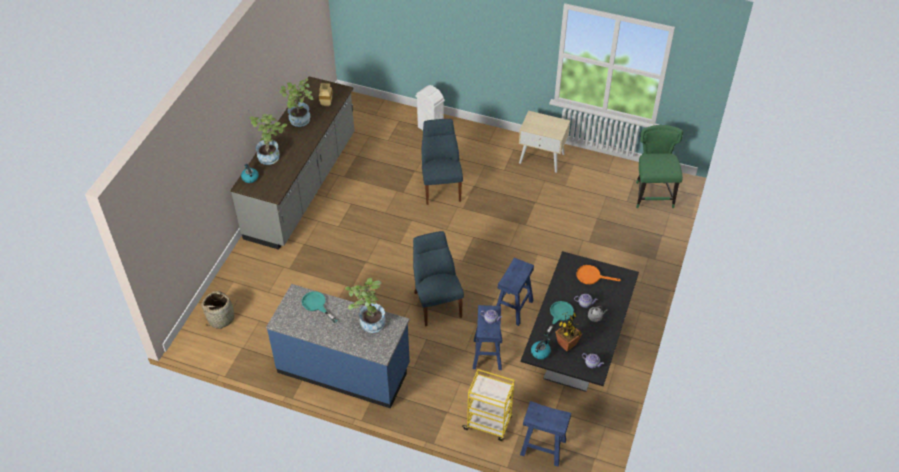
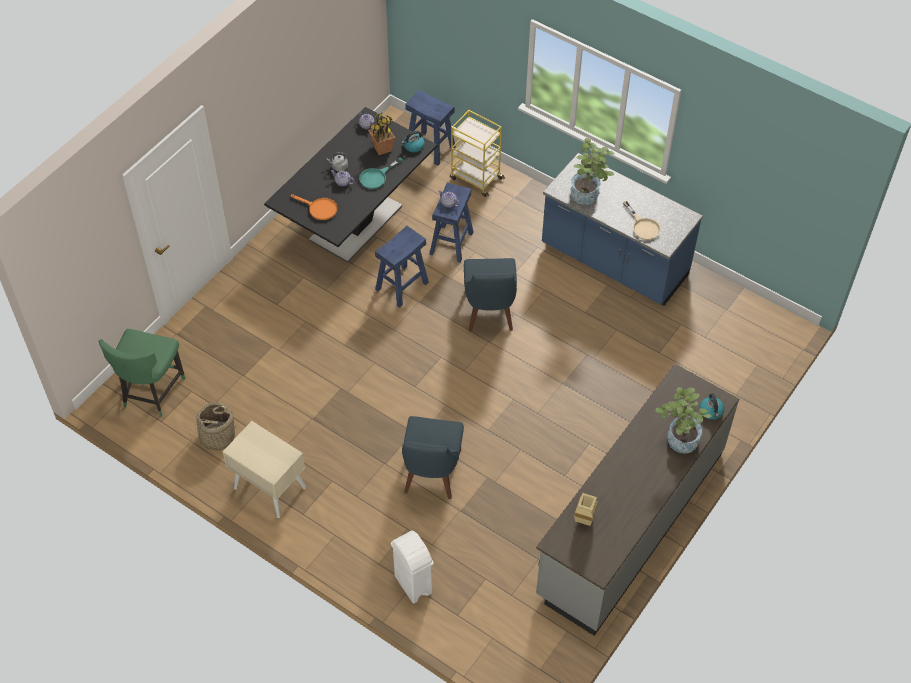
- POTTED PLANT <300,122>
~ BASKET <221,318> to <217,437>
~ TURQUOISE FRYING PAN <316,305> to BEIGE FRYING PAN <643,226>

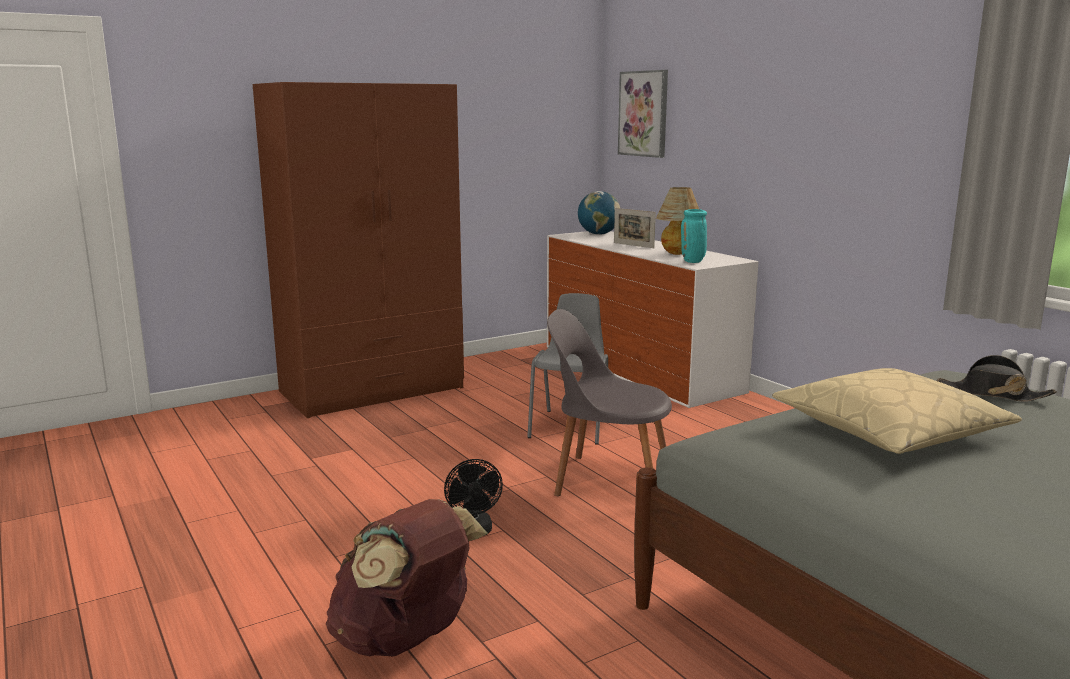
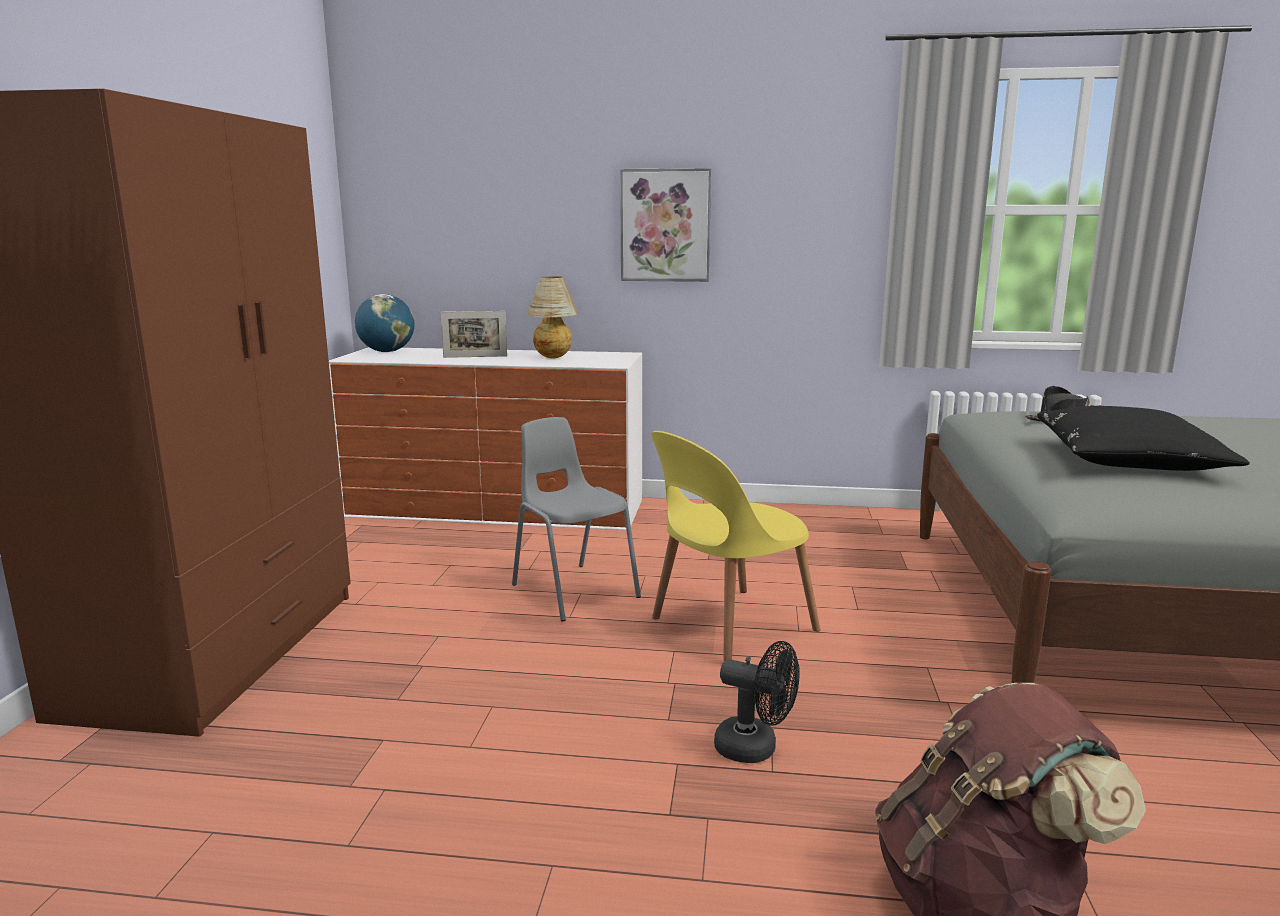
- TURQUOISE VASE <693,262>
~ PICTURE <643,113> to <665,225>
~ GREY CHAIR <608,480> to YELLOW CHAIR <728,626>
~ BEIGE PILLOW <889,431> to BLACK PILLOW <1128,459>

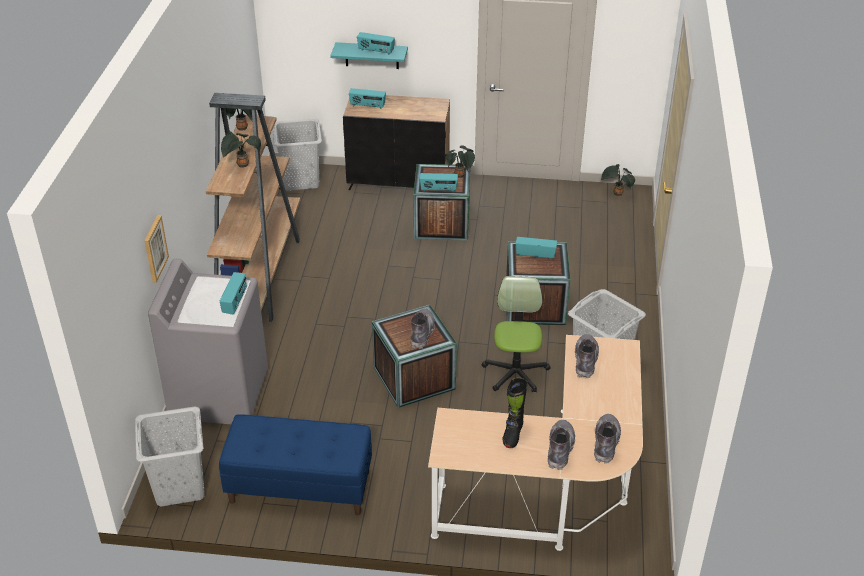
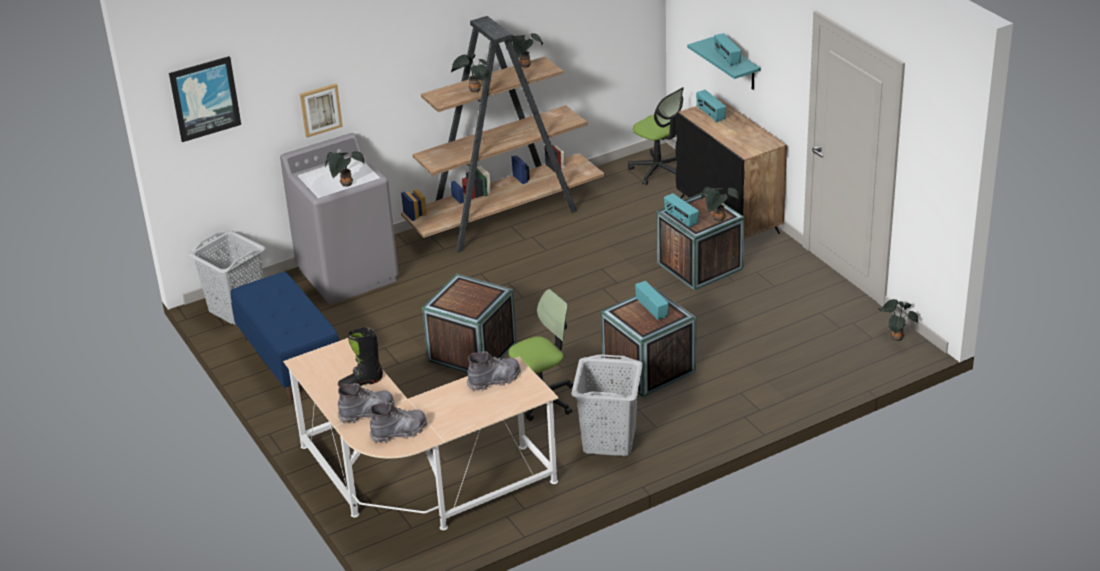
- GREY BOOT <422,333>
+ PICTURE <204,98>
~ RADIO <235,302> to POTTED PLANT <346,185>
~ GREY LAUNDRY BASKET <301,180> to OFFICE CHAIR <658,170>

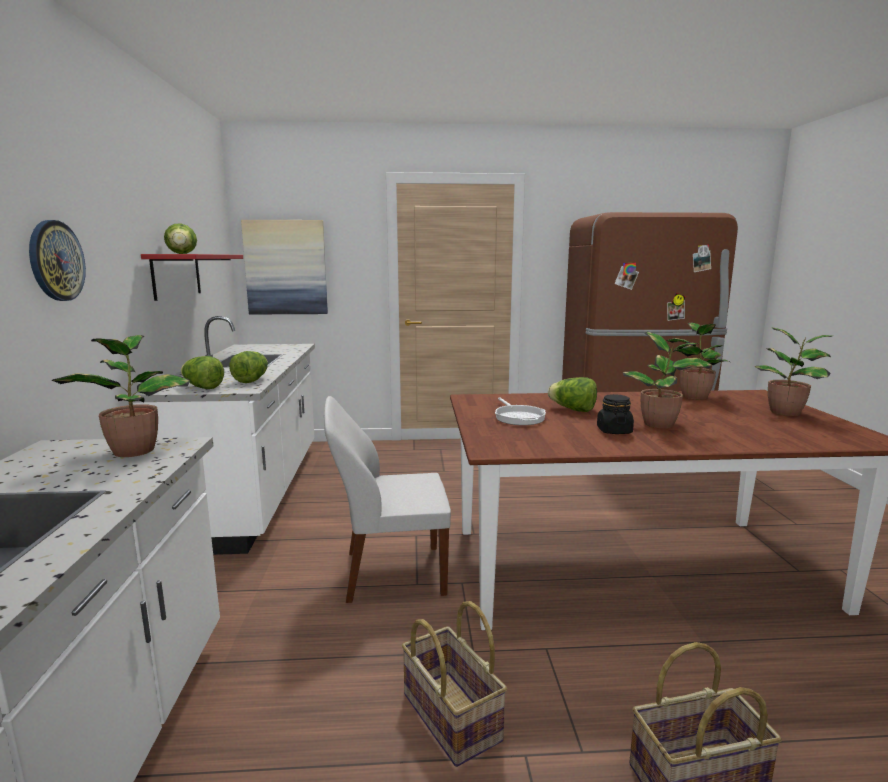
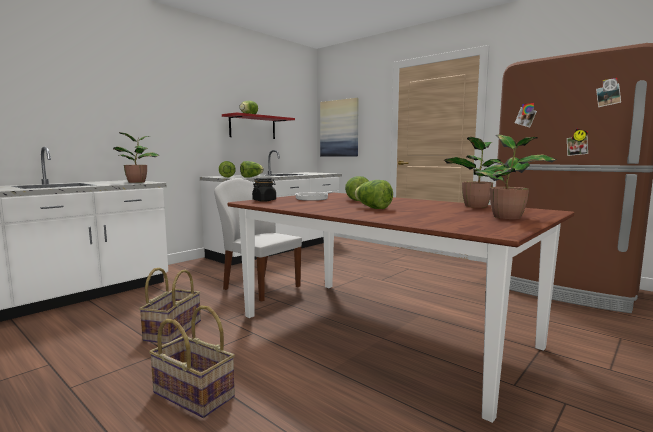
- WALL CLOCK <56,261>
~ BLACK JAR <614,431> to <264,200>
~ POTTED PLANT <661,424> to LETTUCE <372,208>

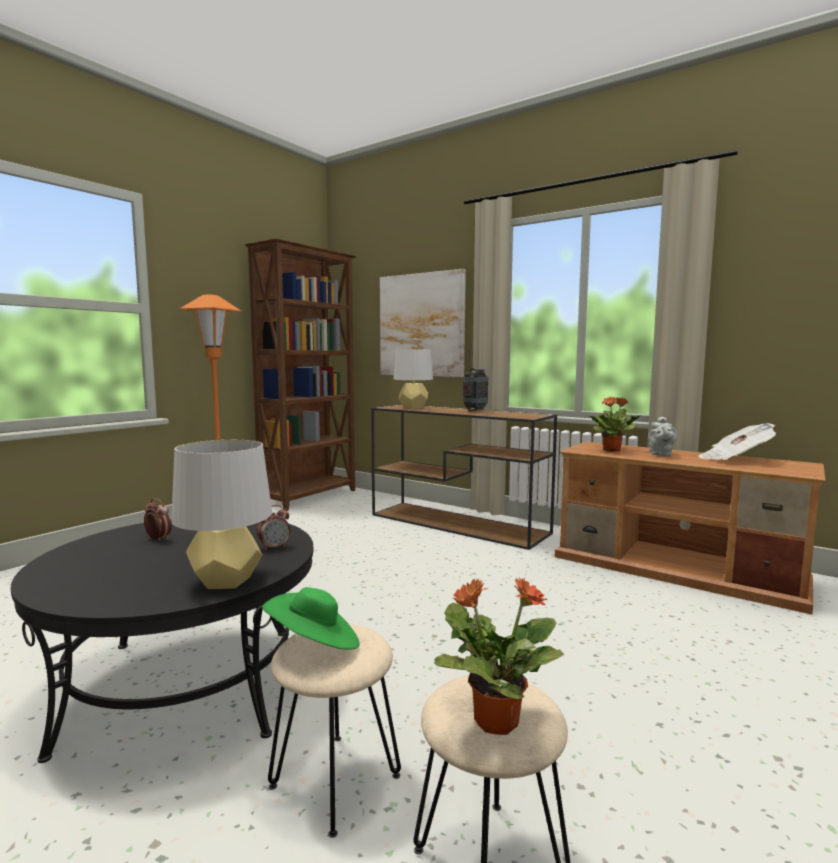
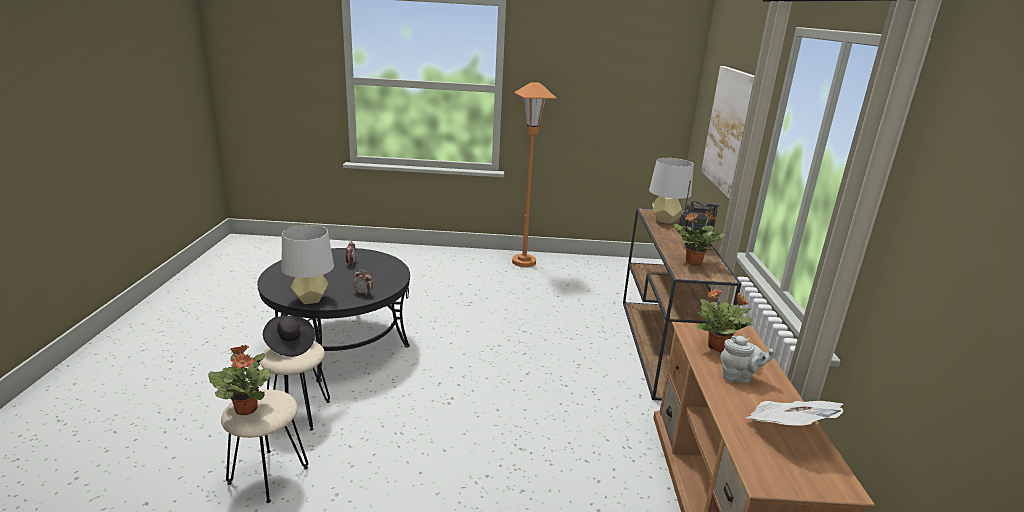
- BROWN BOOKCASE <310,497>
+ POTTED PLANT <692,262>
~ GREEN HAT <314,644> to BLACK HAT <289,345>
~ GREY TEAPOT <660,454> = <739,377> 150 degrees counterclockwise

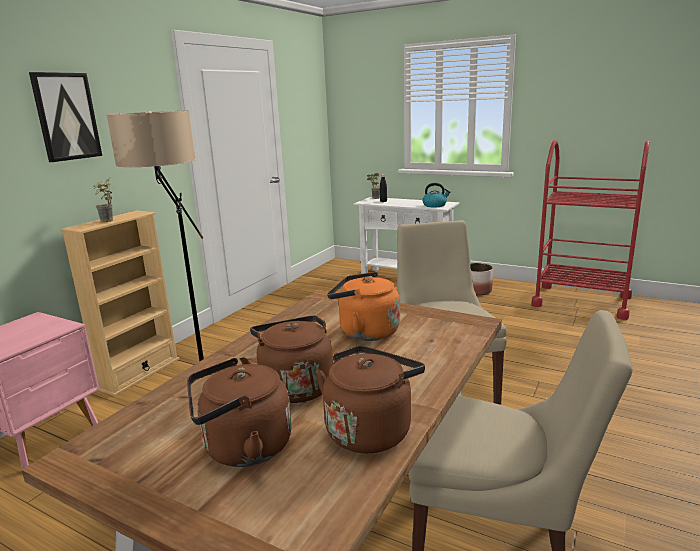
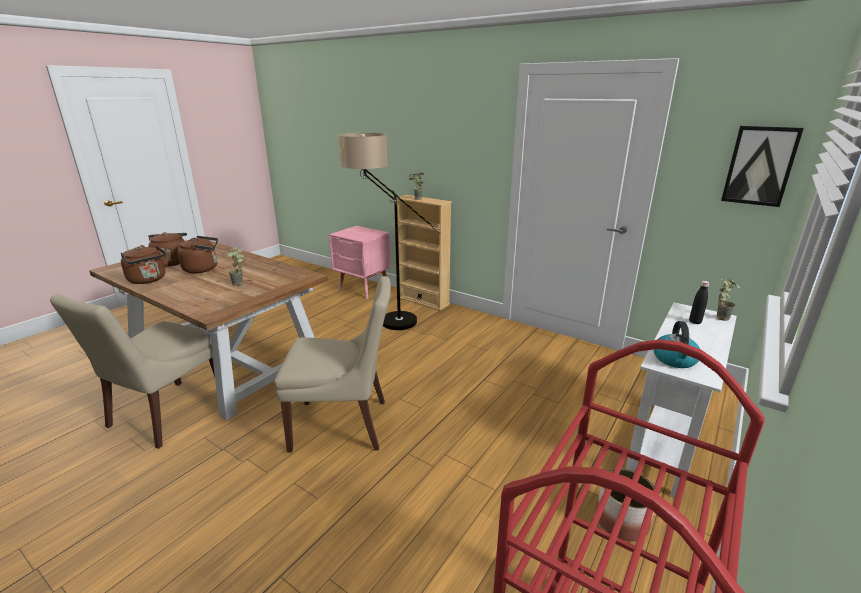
~ PICTURE <66,116> to <760,166>
~ ORANGE KETTLE <365,332> to POTTED PLANT <240,284>

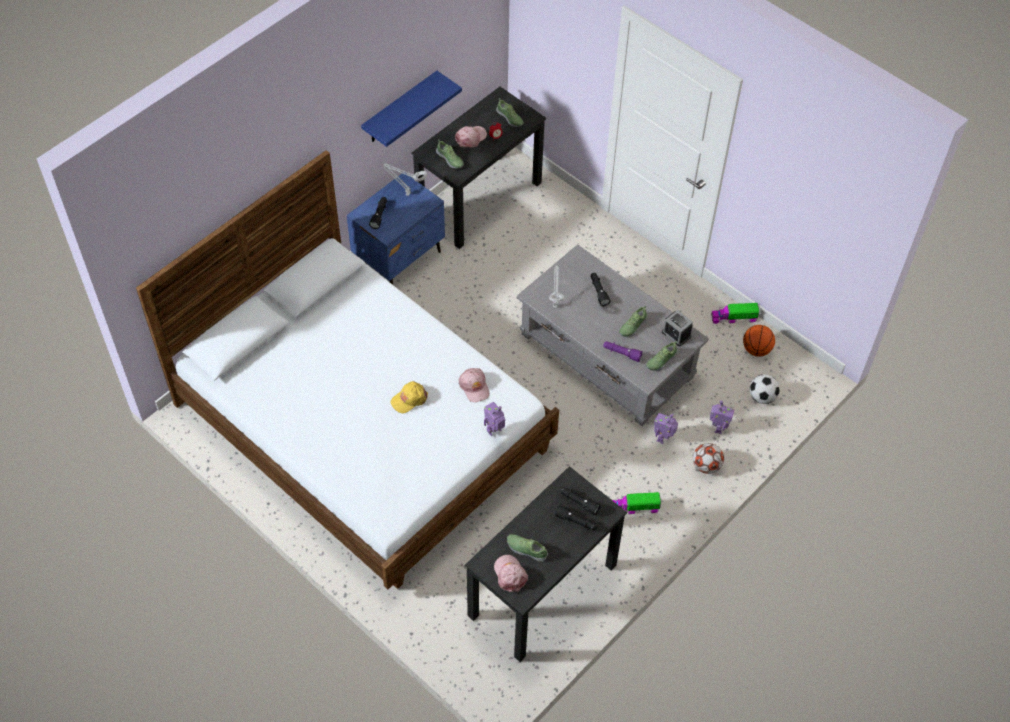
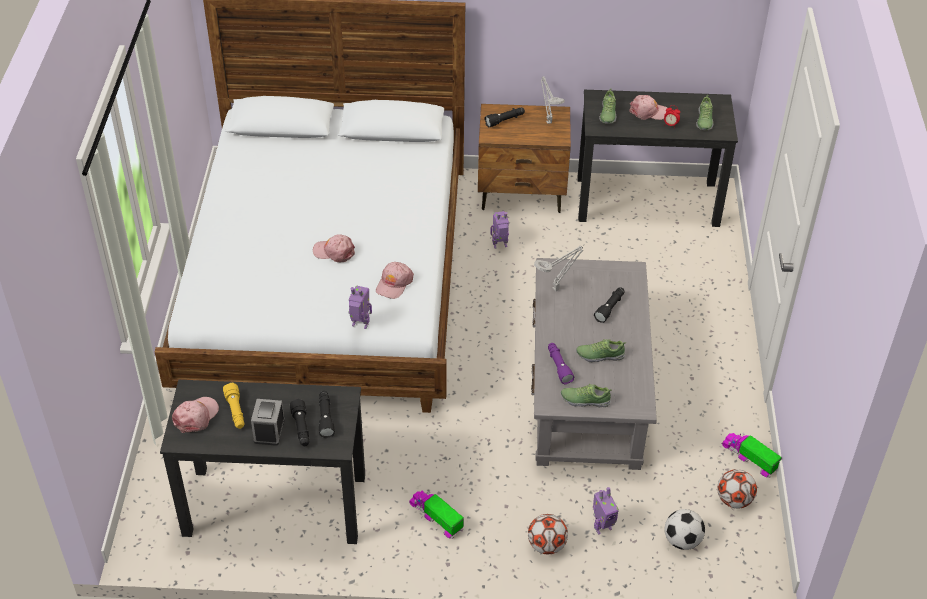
- BLUE SHELF <400,108>
~ TOY ROBOT <663,438> to <500,245>
~ ALARM CLOCK <676,334> to <269,430>
~ SHOE <526,549> to YELLOW FLASHLIGHT <236,411>
~ BASKETBALL <756,350> to FOOTBALL <734,500>
~ BLUE NIGHTSTAND <400,258> to BROWN NIGHTSTAND <522,193>
~ YELLOW CAP <409,399> to PINK CAP <334,252>

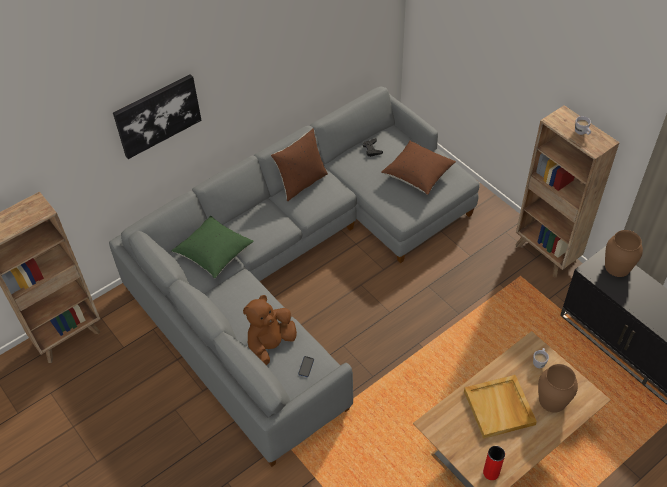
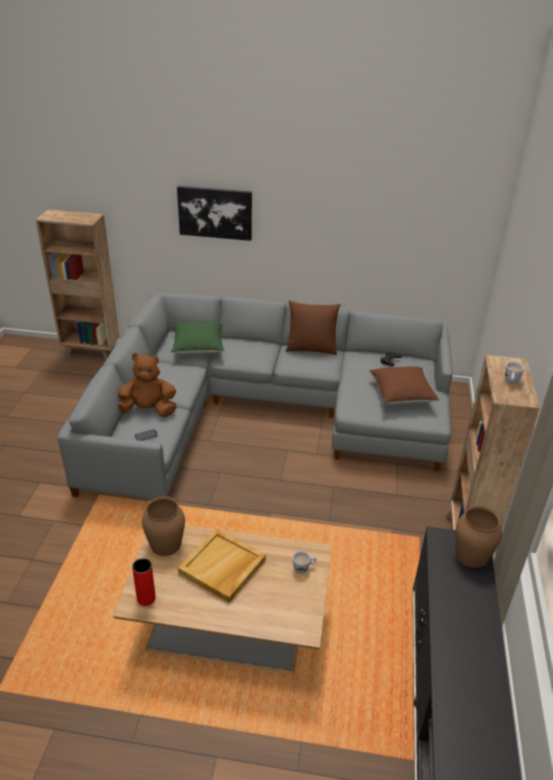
~ BROWN VASE <552,400> to <165,544>

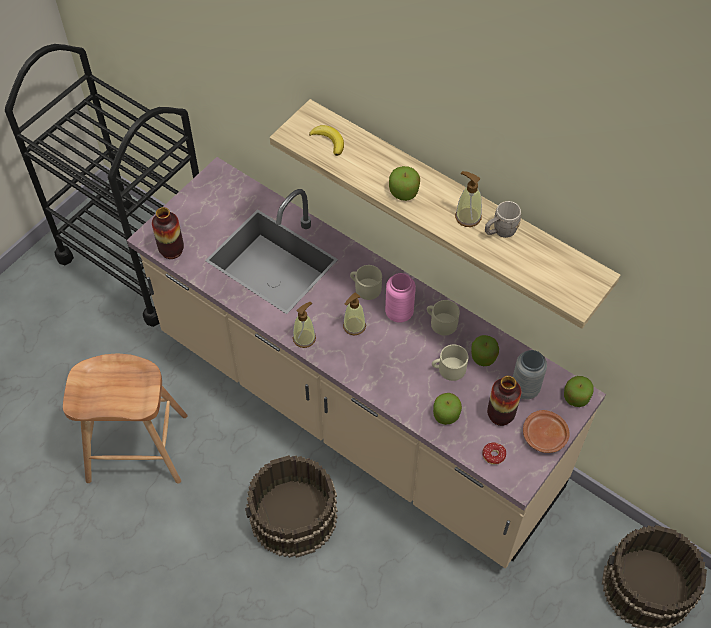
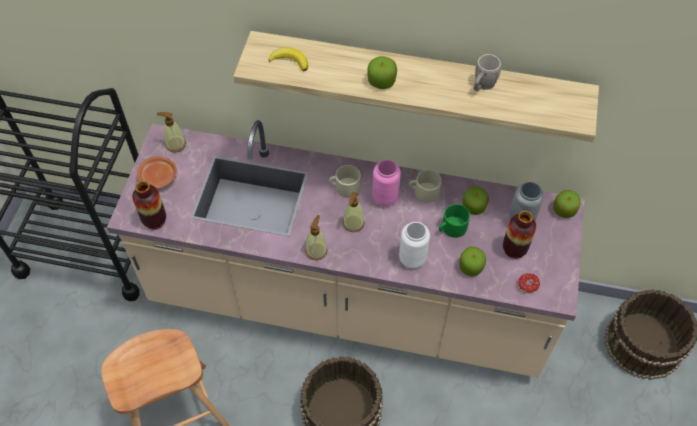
+ WHITE VASE <412,259>
~ SOAP DISPENSER <467,217> to <175,144>
~ BROWN PLATE <544,436> to <158,177>
~ BEIGE MUG <448,369> to GREEN MUG <451,228>

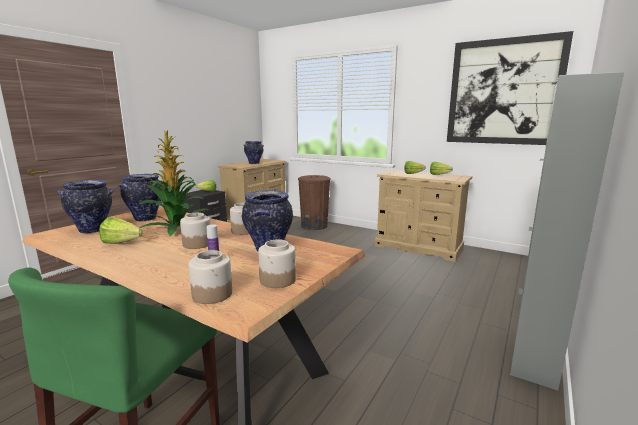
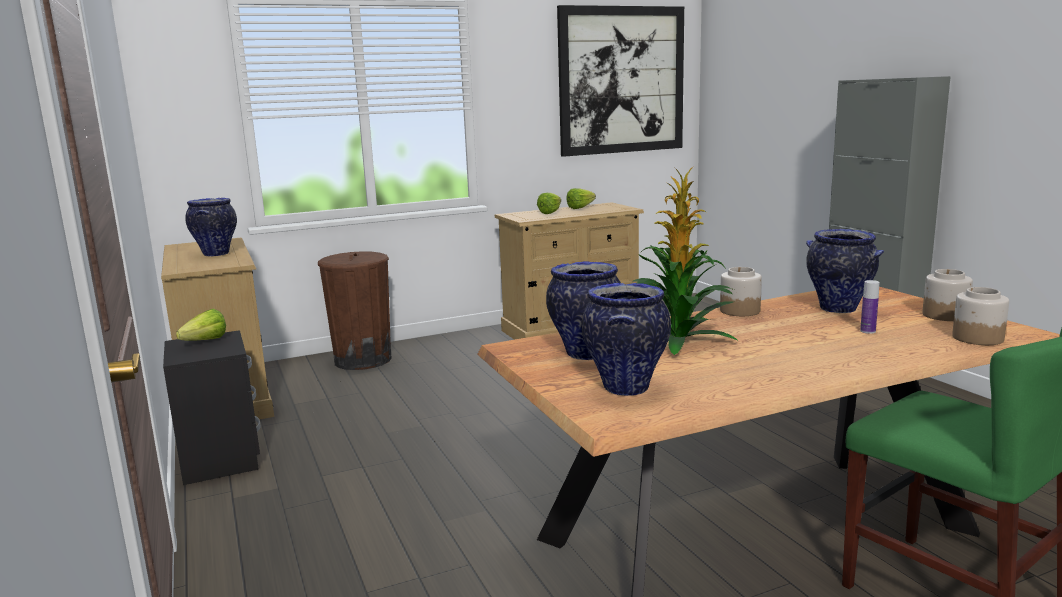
- LETTUCE <124,243>
- JAR <197,244>

